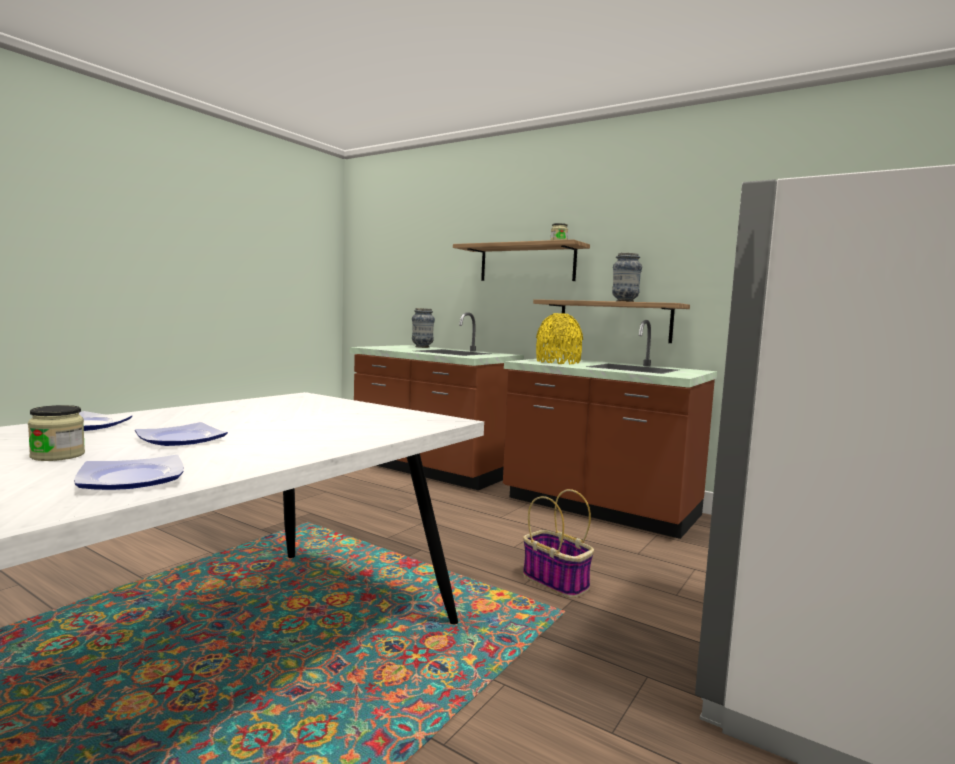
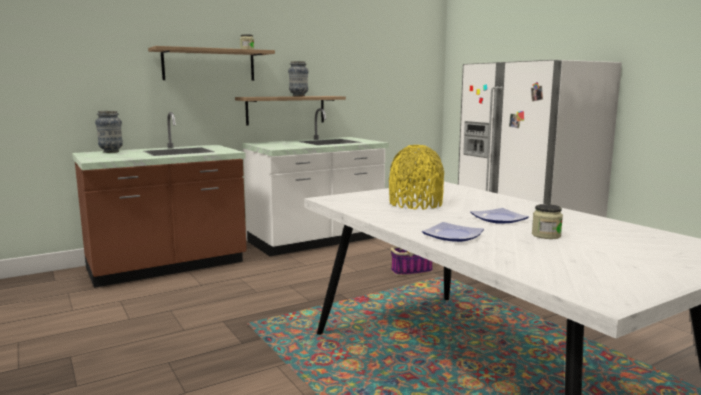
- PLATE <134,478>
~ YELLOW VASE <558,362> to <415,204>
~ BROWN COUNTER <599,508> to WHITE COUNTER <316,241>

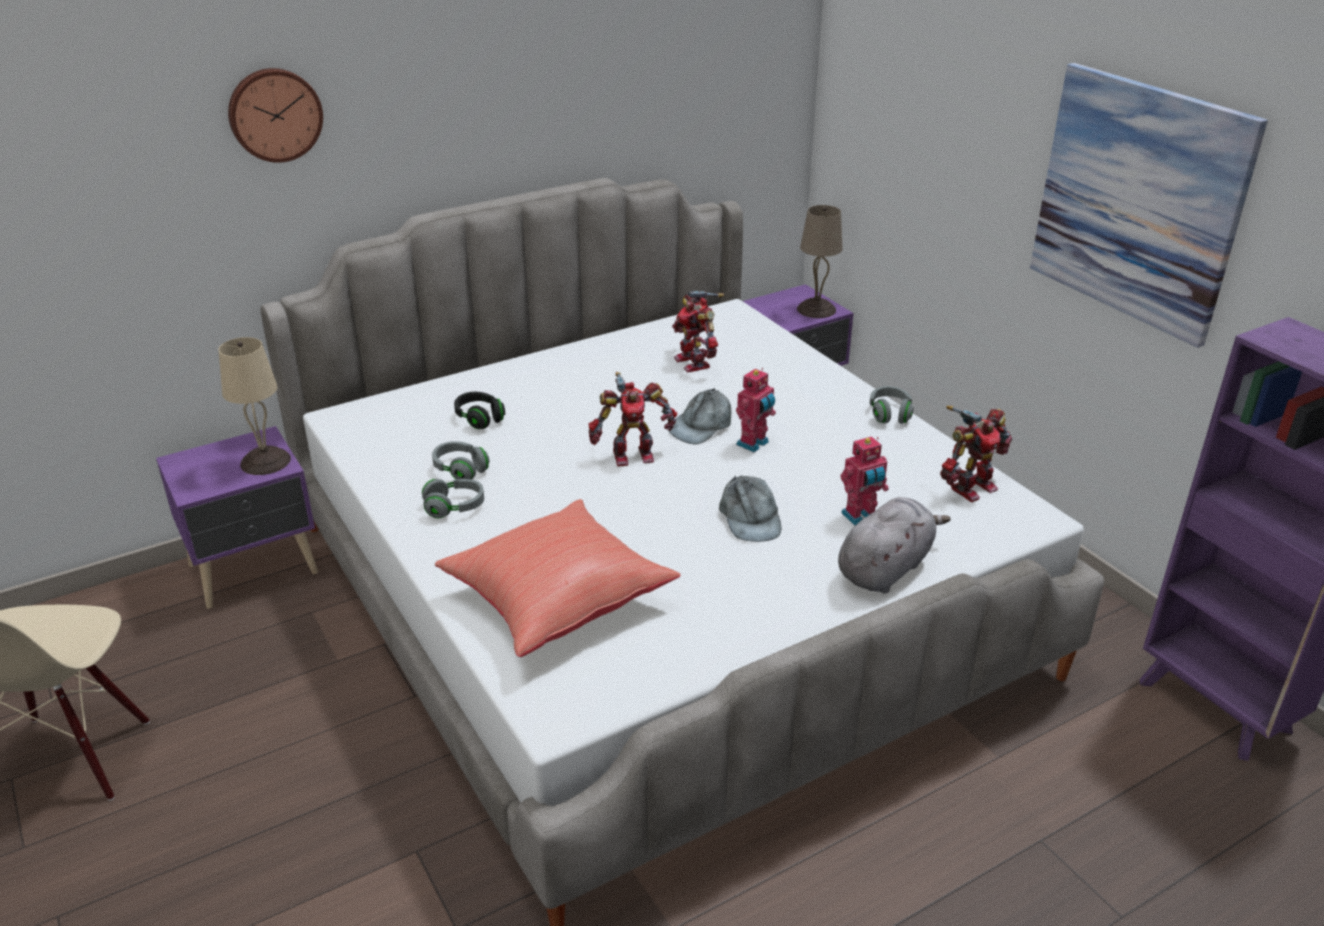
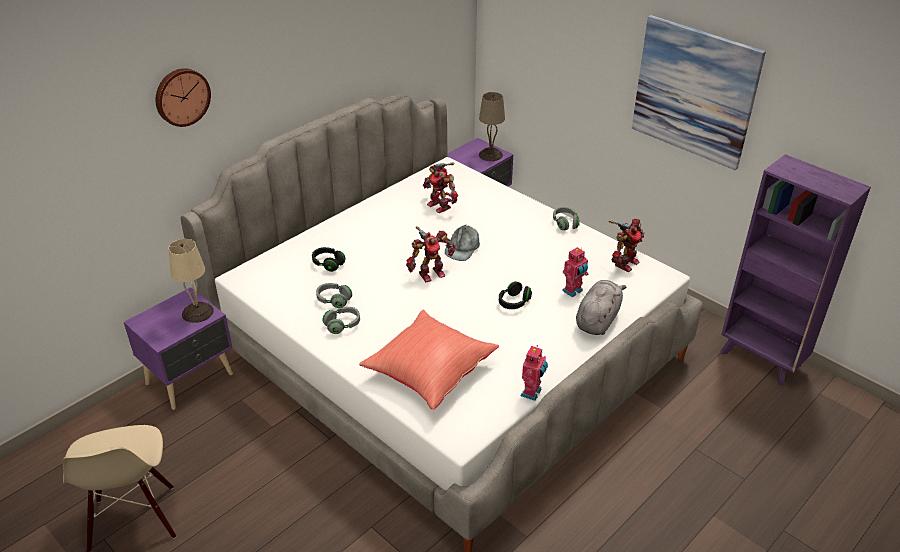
~ TOY ROBOT <754,444> to <532,393>
~ GREY CAP <750,518> to BLACK HEADPHONES <514,302>

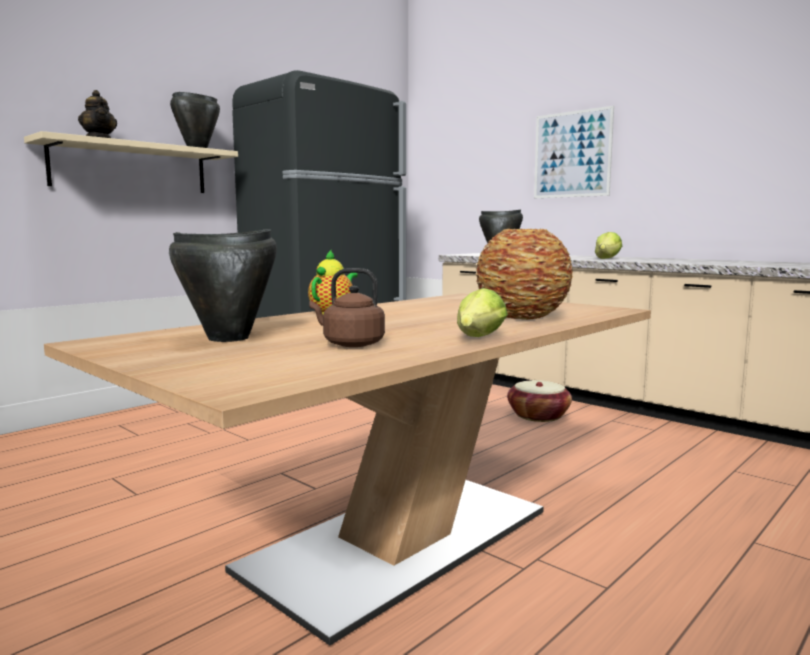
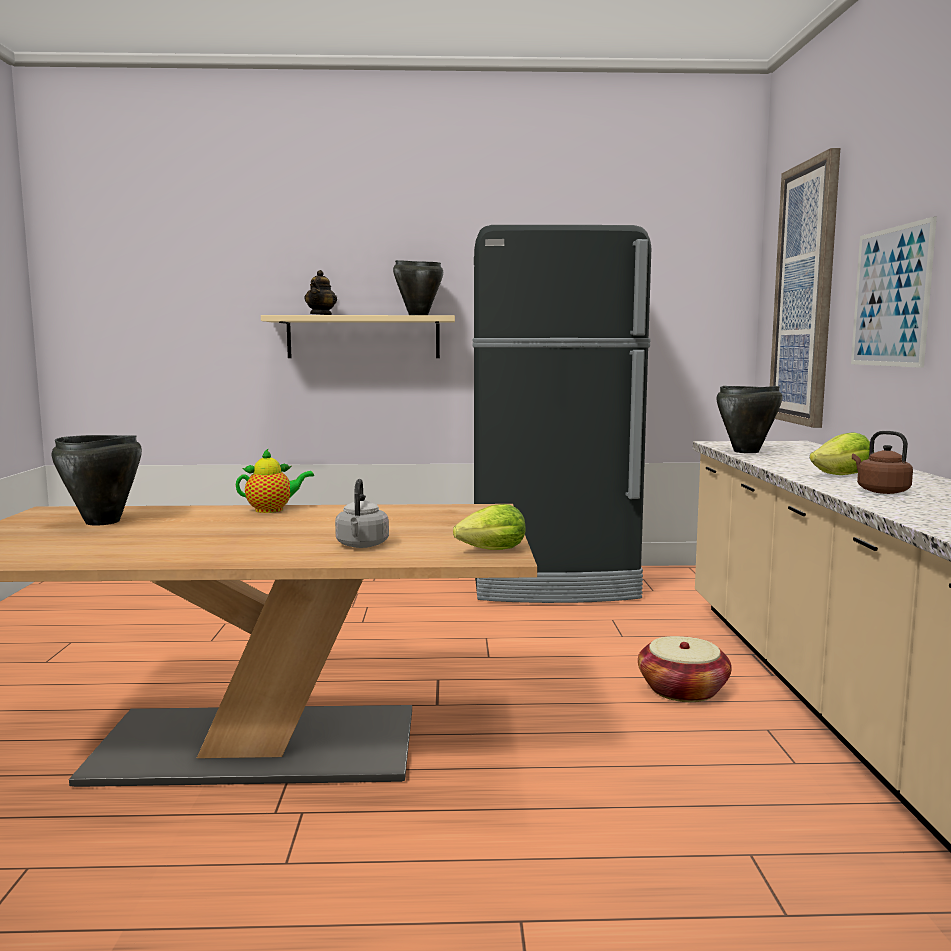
+ PICTURE <805,295>
~ BROWN KETTLE <350,344> to <880,491>
~ LETTUCE <478,338> to <488,551>
~ VASE <523,317> to GREY KETTLE <362,545>

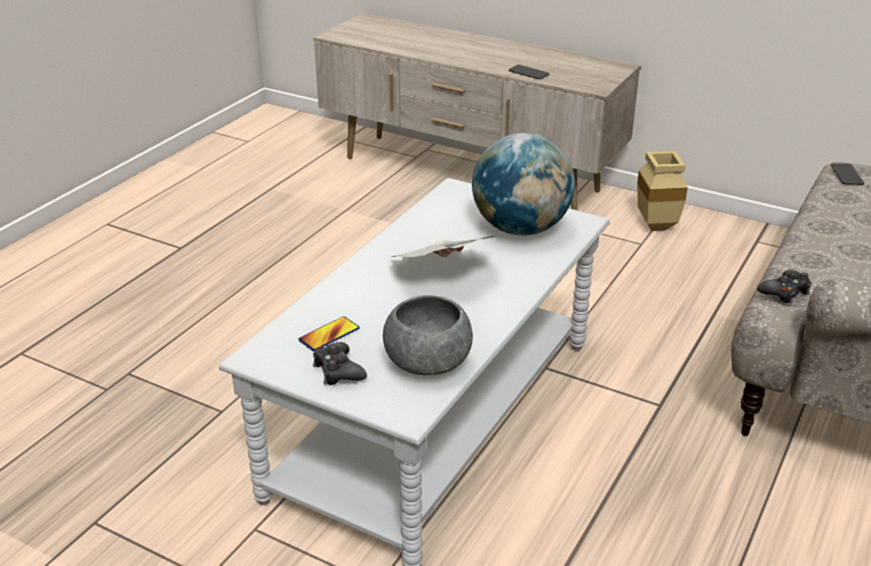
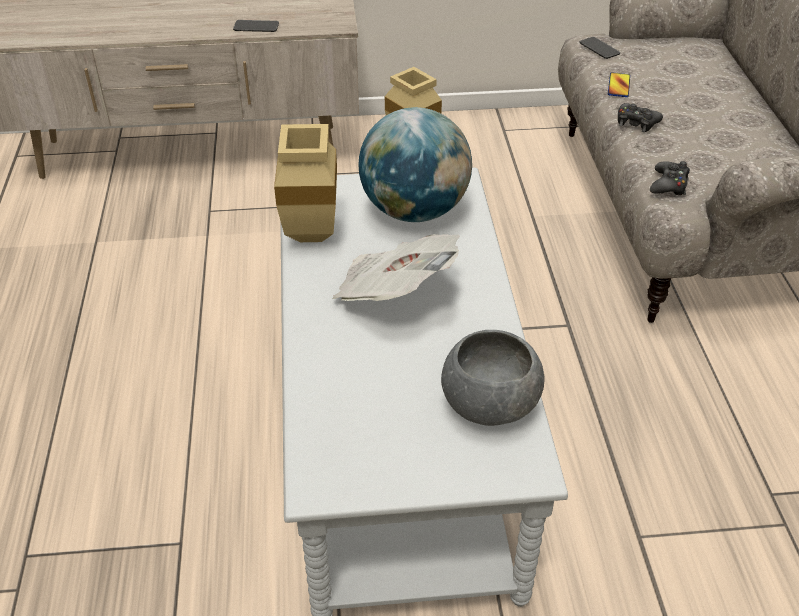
+ BEIGE VASE <309,232>
~ PHONE <329,335> to <619,86>
~ BLACK GAME CONTROLLER <338,371> to <636,122>

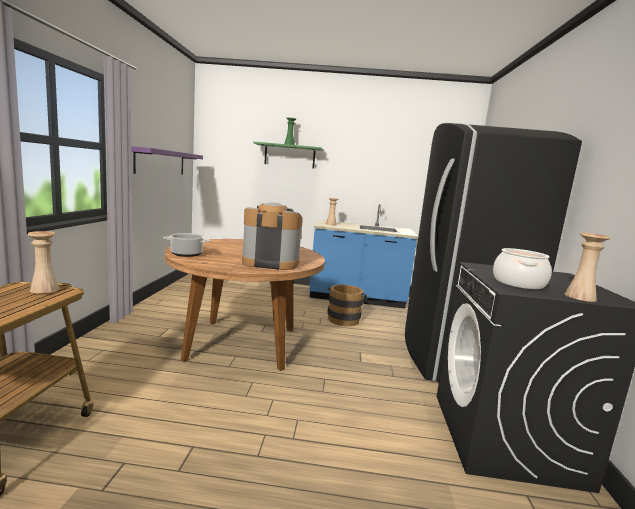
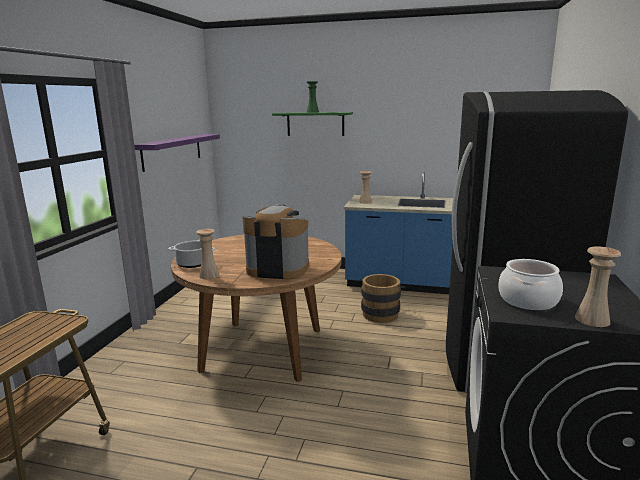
~ BEIGE VASE <45,289> to <209,275>

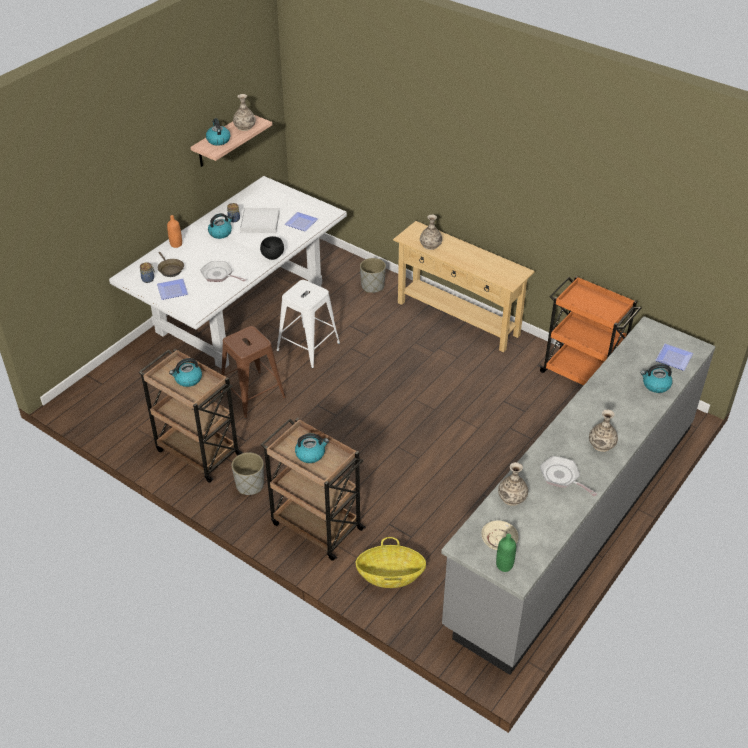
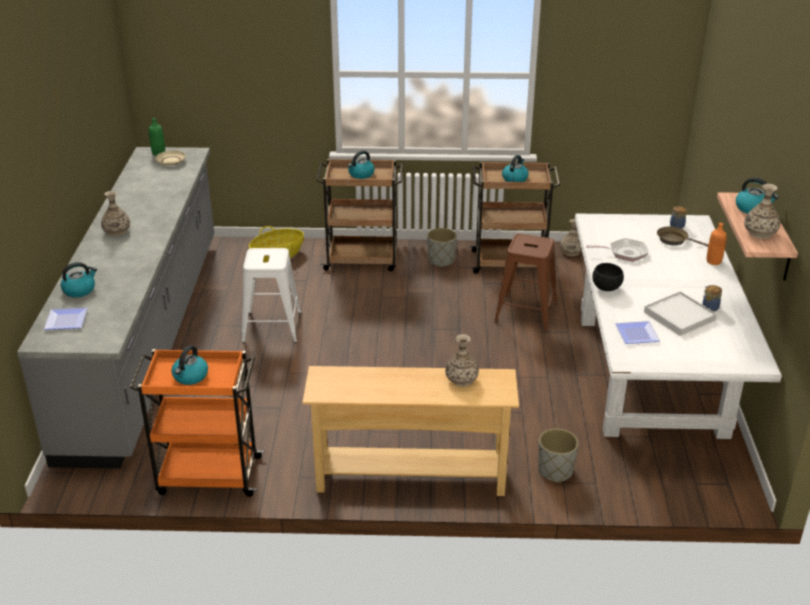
- PLATE <174,291>
- FRYING PAN <562,477>
~ KETTLE <220,233> to <190,376>
~ WHITE STOOL <308,346> to <272,327>
~ VASE <512,497> to <571,252>

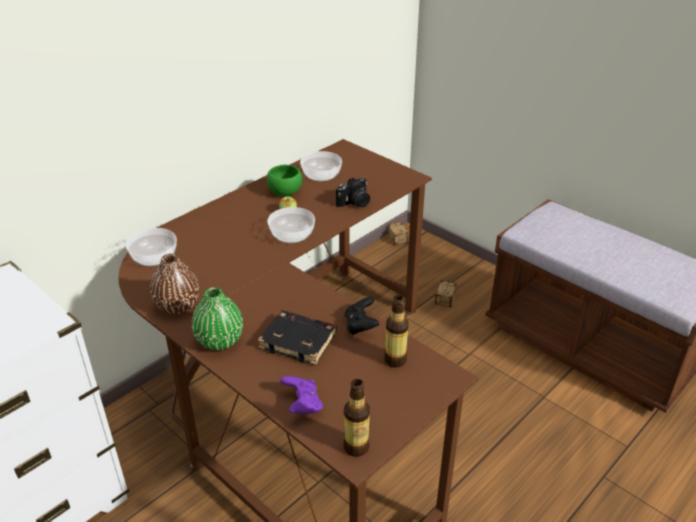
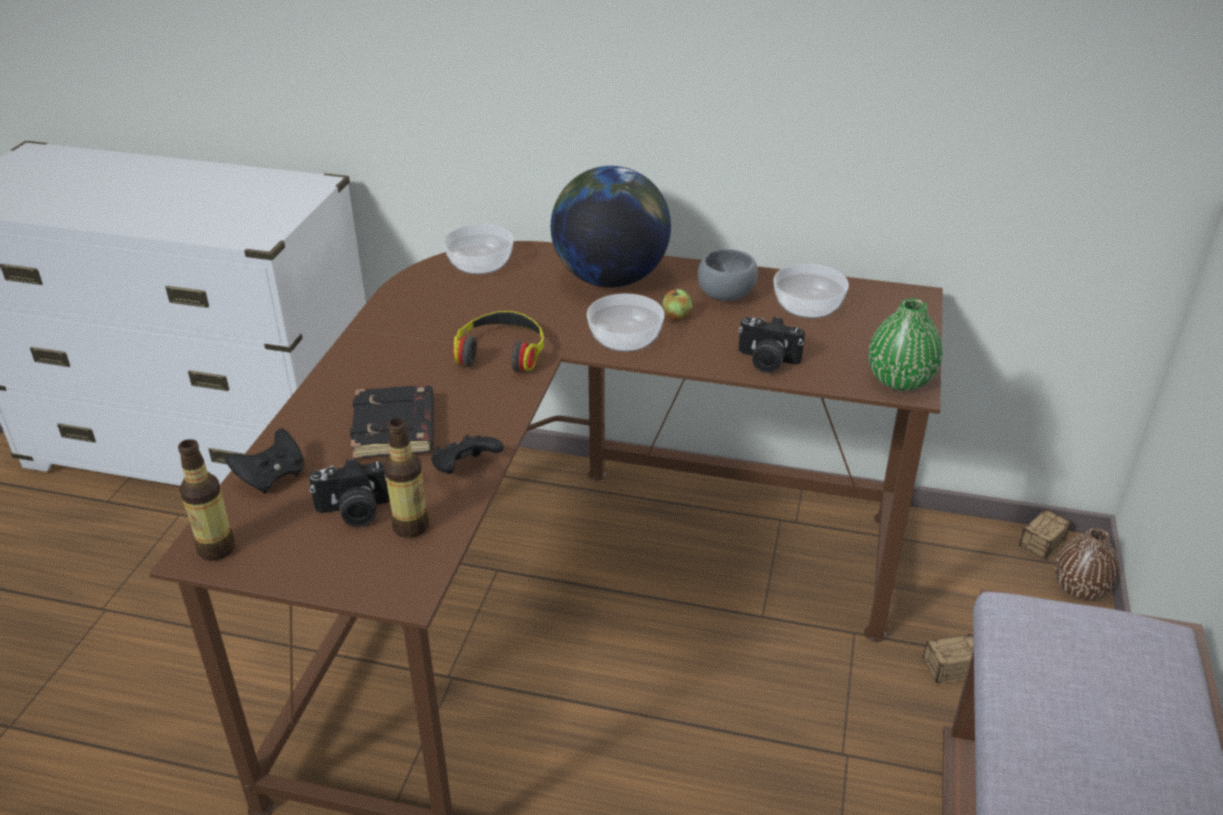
+ PHOTO CAMERA <355,511>
+ HEADPHONES <501,351>
+ GLOBE <610,278>
~ BROWN VASE <178,305> to <1080,588>
~ GREEN VASE <219,341> to <900,380>
~ GREEN BOWL <285,191> to GREY BOWL <727,295>
~ PURPLE GAME CONTROLLER <302,405> to BLACK GAME CONTROLLER <272,477>

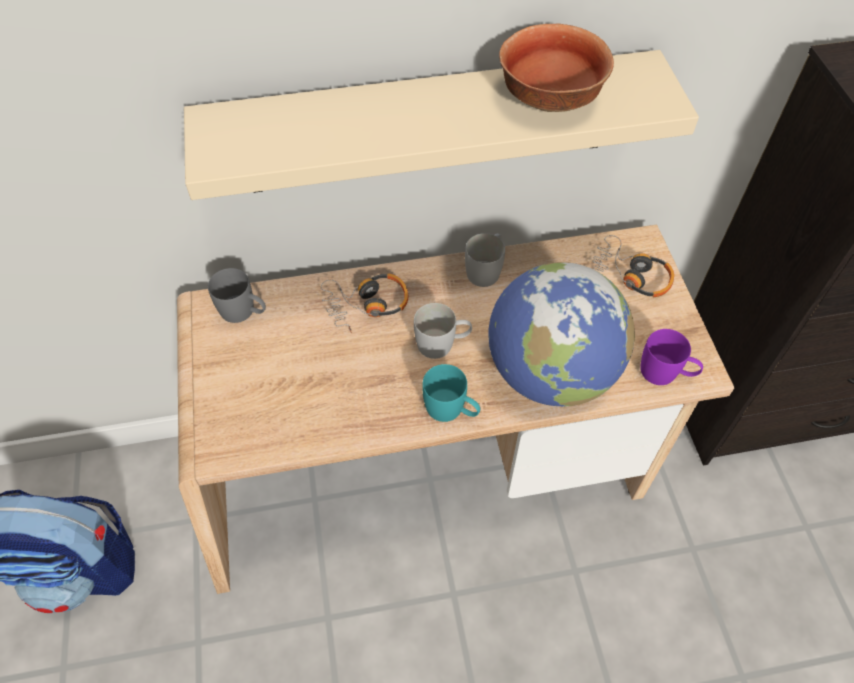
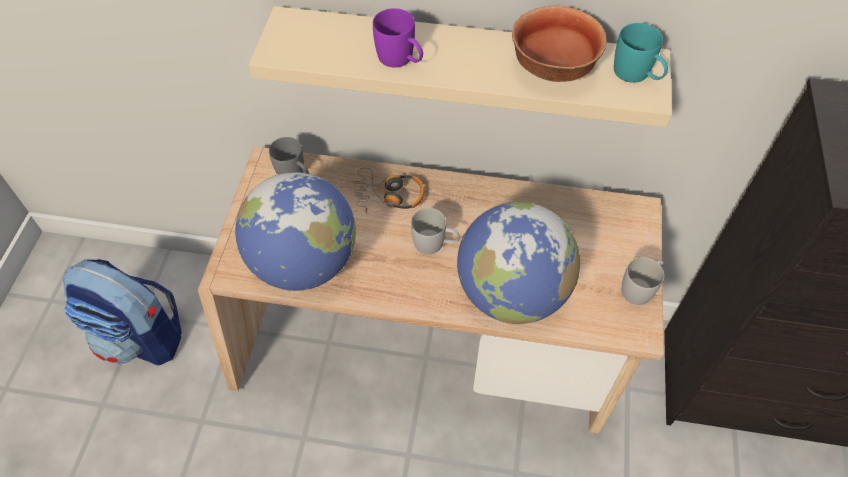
- HEADPHONES <630,276>
+ GLOBE <304,263>
~ TURQUOISE MUG <451,410> to <637,75>
~ WHITE MUG <486,269> to <640,288>
~ PURPLE MUG <666,373> to <401,60>

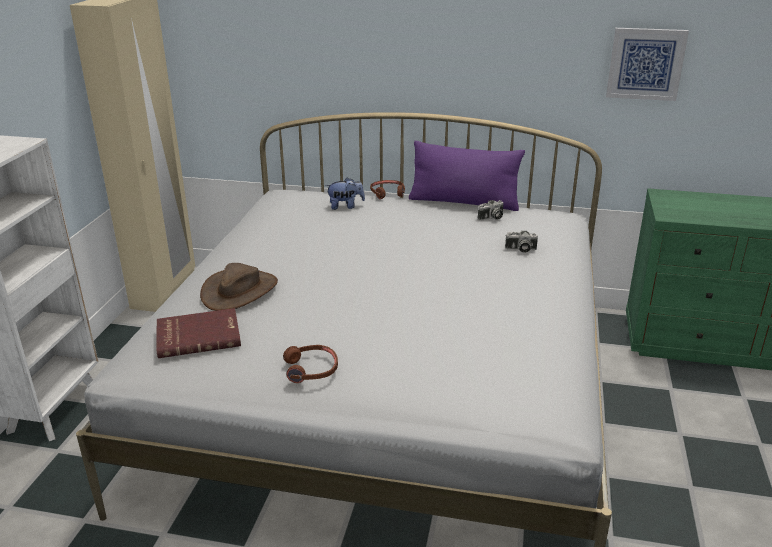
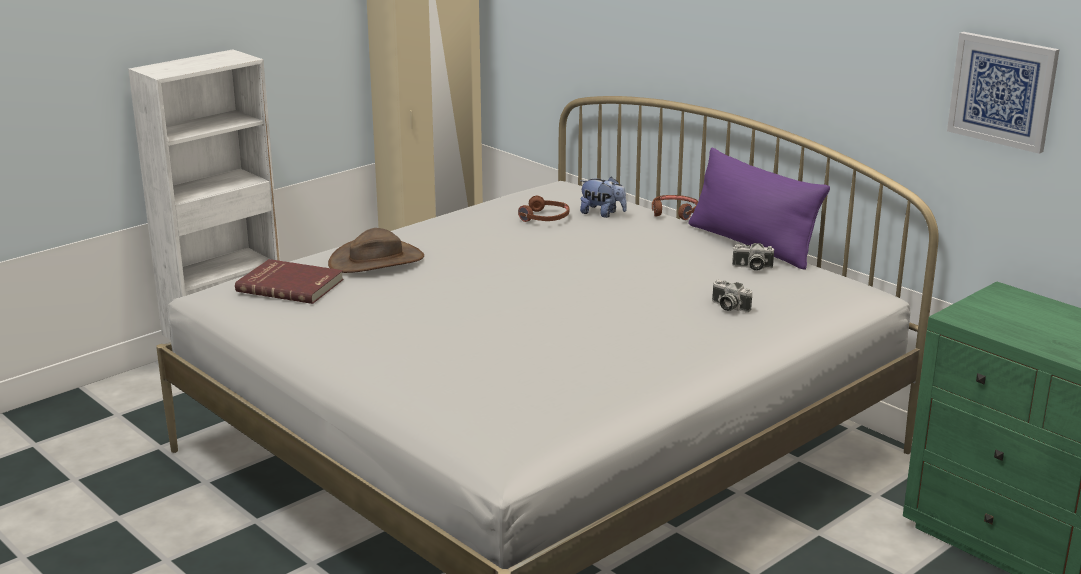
~ BROWN HEADPHONES <311,369> to <545,218>

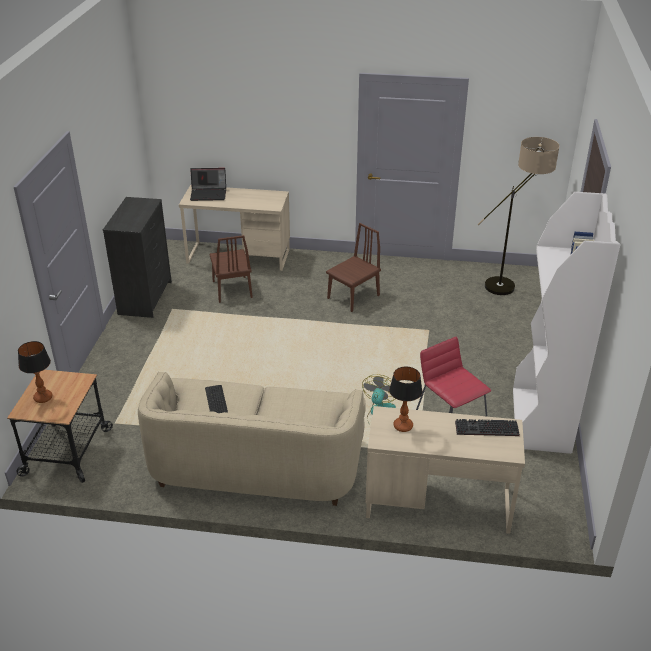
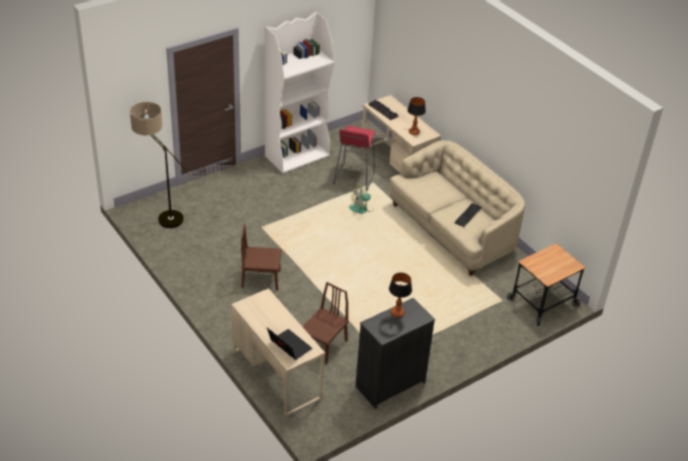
~ TABLE LAMP <43,398> to <397,313>

